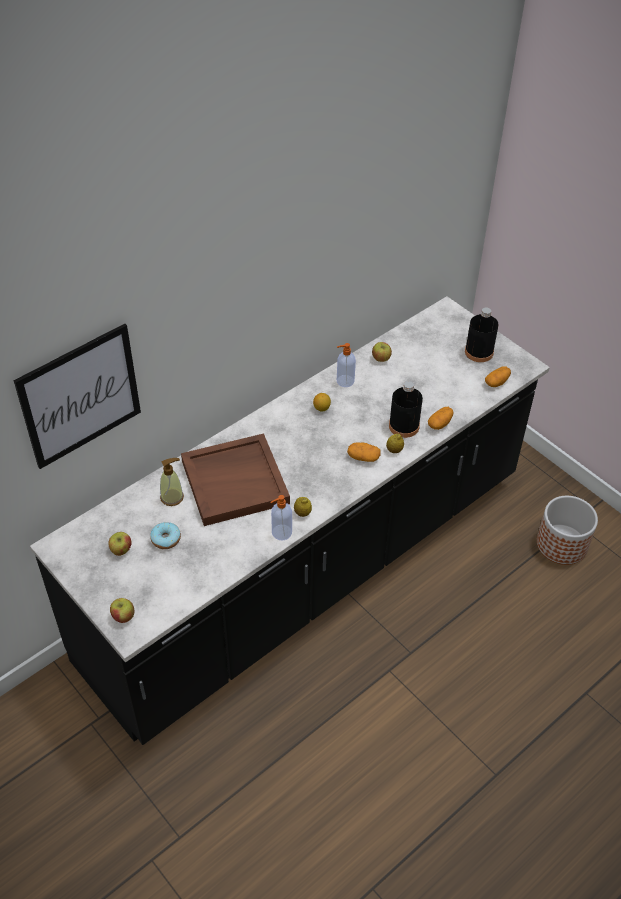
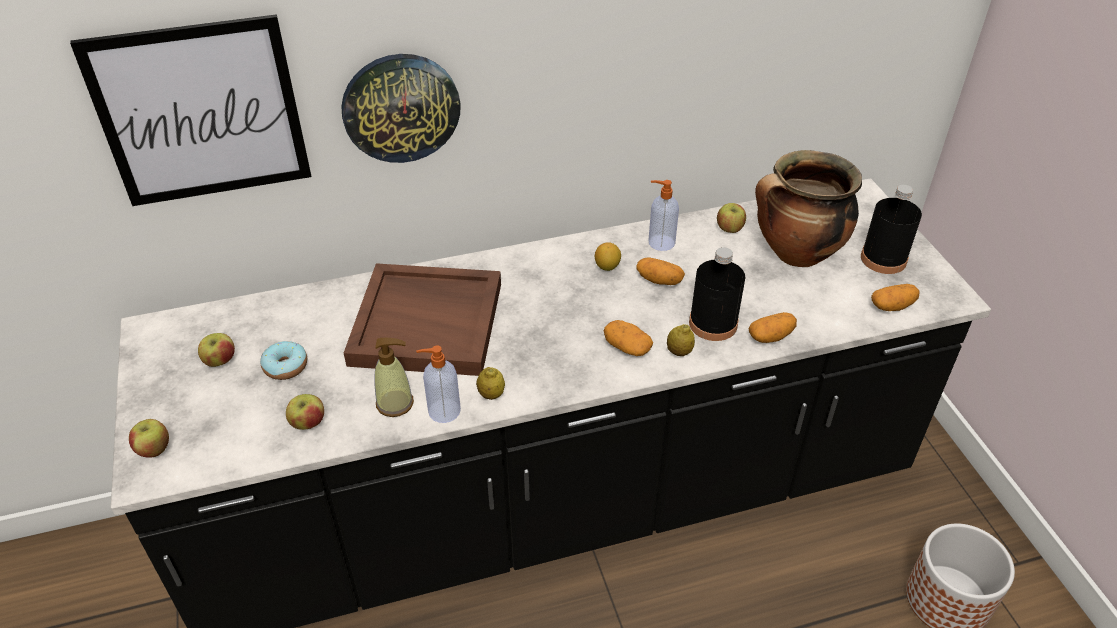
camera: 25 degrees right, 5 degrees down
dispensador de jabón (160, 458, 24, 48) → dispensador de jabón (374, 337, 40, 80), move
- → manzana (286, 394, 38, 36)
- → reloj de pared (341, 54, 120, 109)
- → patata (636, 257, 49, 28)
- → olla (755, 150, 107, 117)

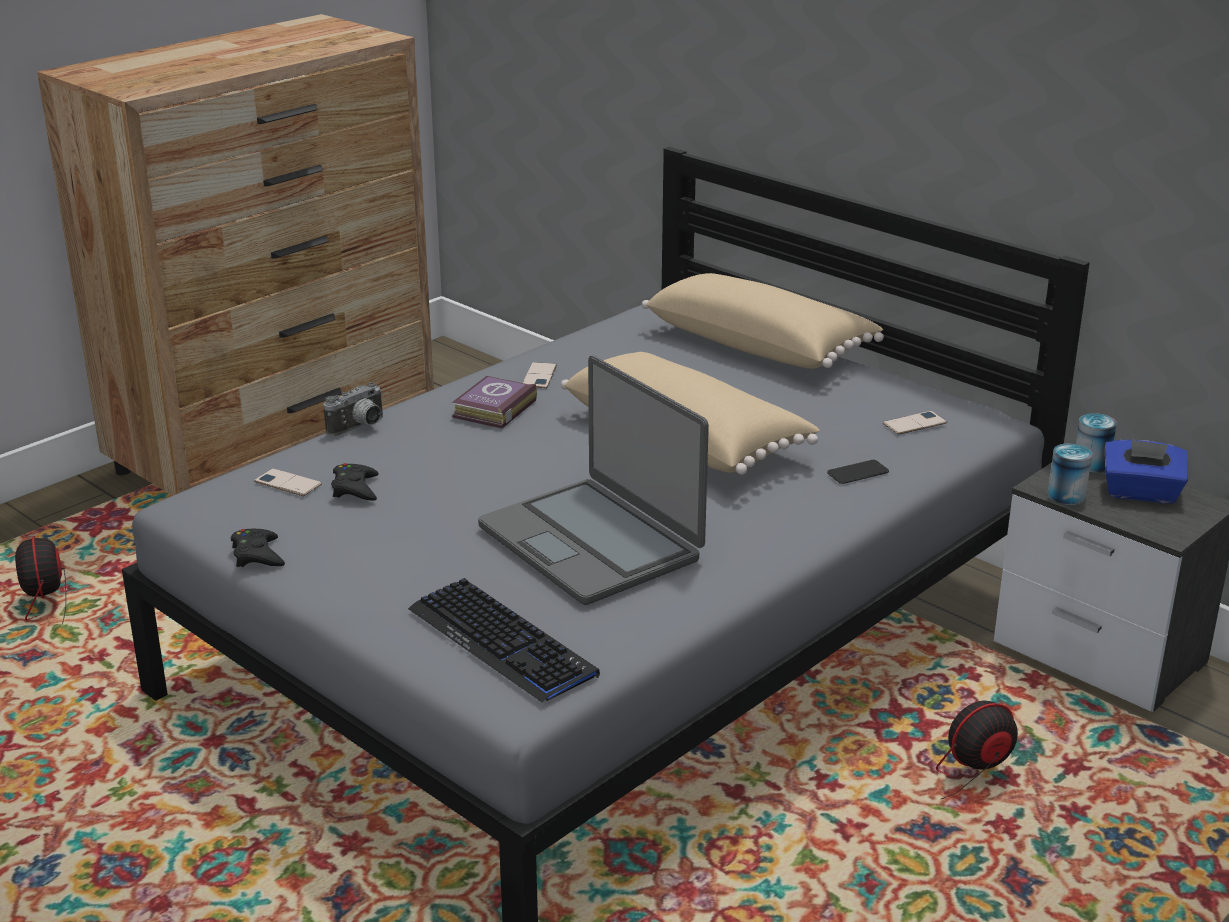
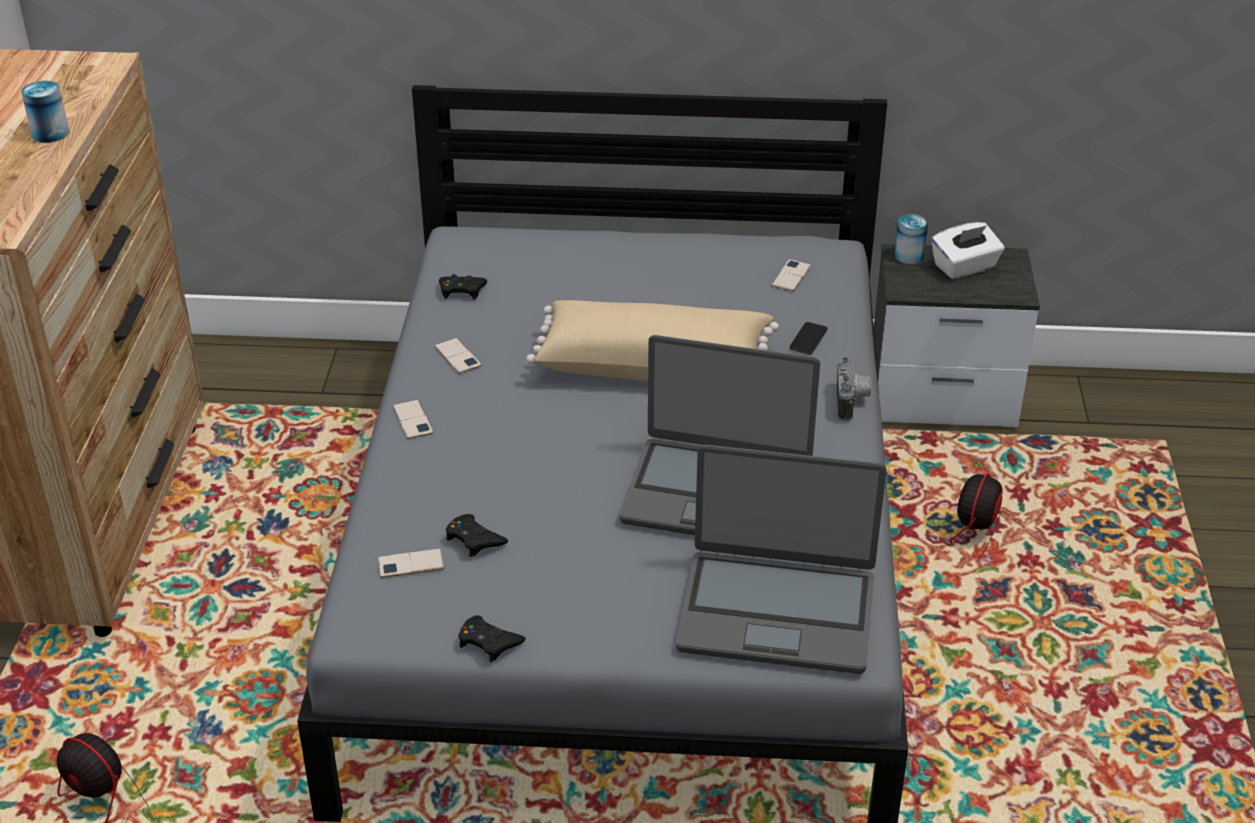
camera: 40 degrees left, 10 degrees up
cámara (323, 382, 60, 54) → cámara (837, 357, 34, 64), move
teclado (408, 578, 192, 124) → portátil (676, 445, 210, 229)
libro (452, 376, 85, 52) → -
cojín (beis) (642, 273, 242, 96) → -
lata (1047, 444, 45, 61) → lata (21, 81, 49, 62), move
caja de pañuelos (azul) (1105, 439, 83, 65) → caja de pañuelos (blanco) (931, 222, 73, 57)
- → móvil (393, 399, 40, 40)
- → mando de consola (negro) (439, 274, 48, 26)

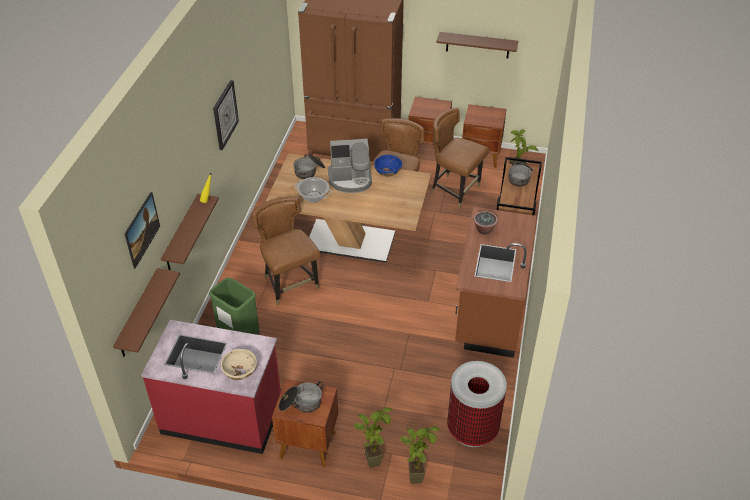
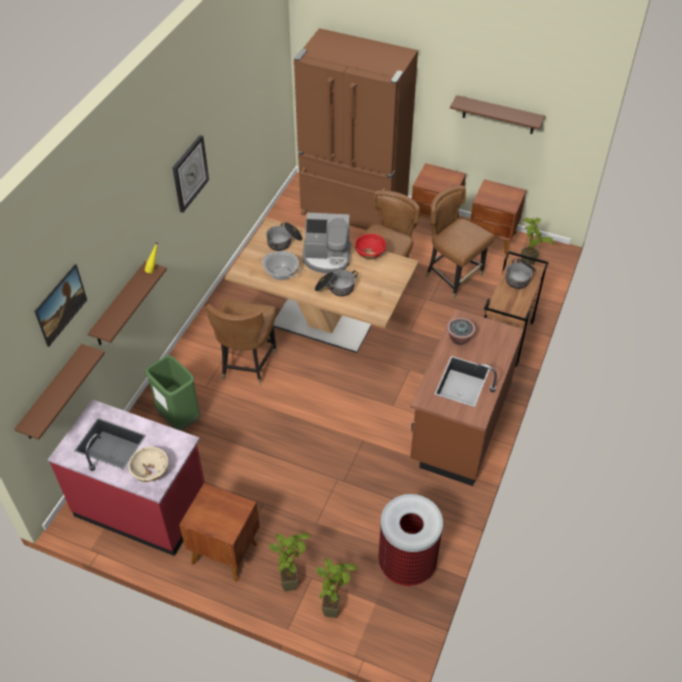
camera: 10 degrees right, 5 degrees up
silla (marrón) (252, 196, 68, 109) → silla (marrón) (206, 300, 71, 85), 150 degrees counterclockwise
olla (279, 381, 45, 32) → olla (315, 270, 43, 26), move
cuenco (azul) (374, 155, 28, 22) → cuenco (rojo) (355, 234, 31, 25)

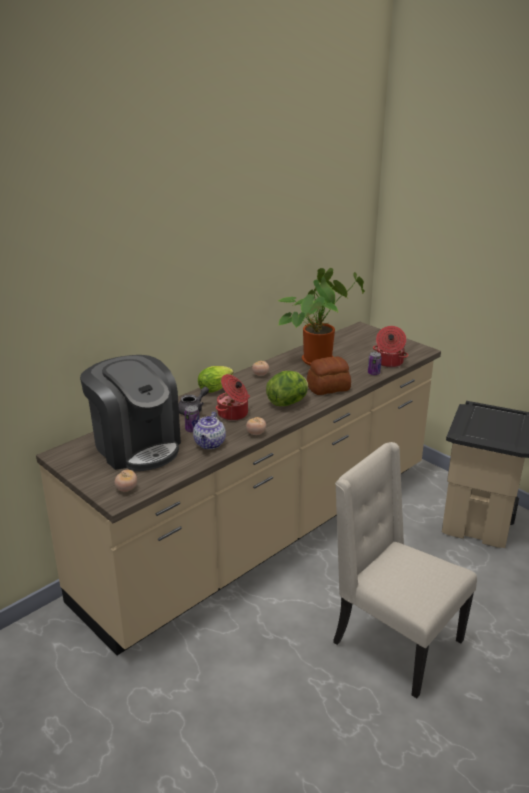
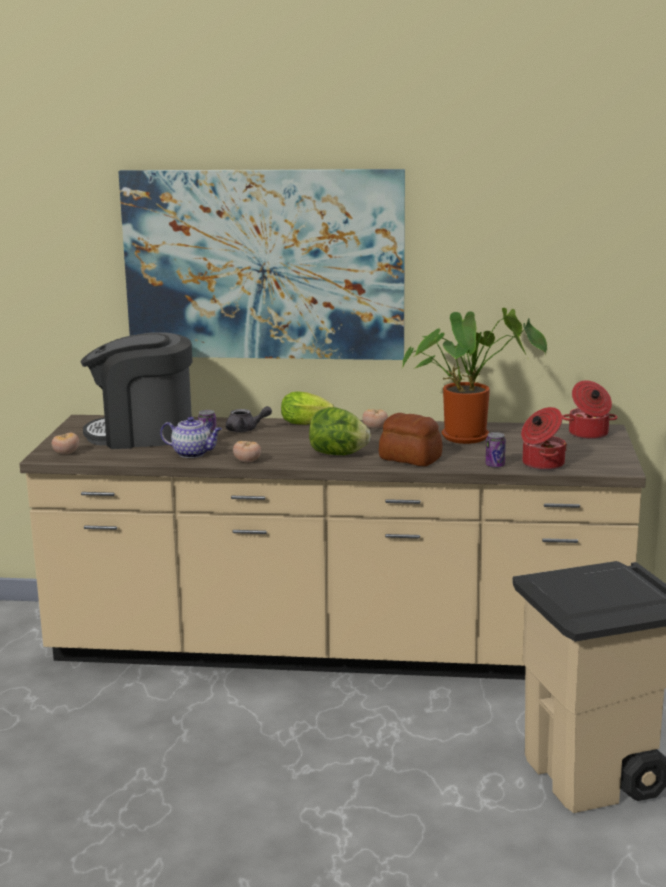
camera: 50 degrees right, 10 degrees down
cafetera (80, 355, 101, 116) → cafetera (81, 332, 112, 117), 75 degrees clockwise
tetera (193, 412, 33, 37) → tetera (160, 416, 62, 42), 135 degrees counterclockwise
olla (216, 374, 34, 47) → olla (562, 380, 56, 59), move
silla (beis) (333, 442, 144, 256) → -
- → cuadro (118, 169, 287, 191)

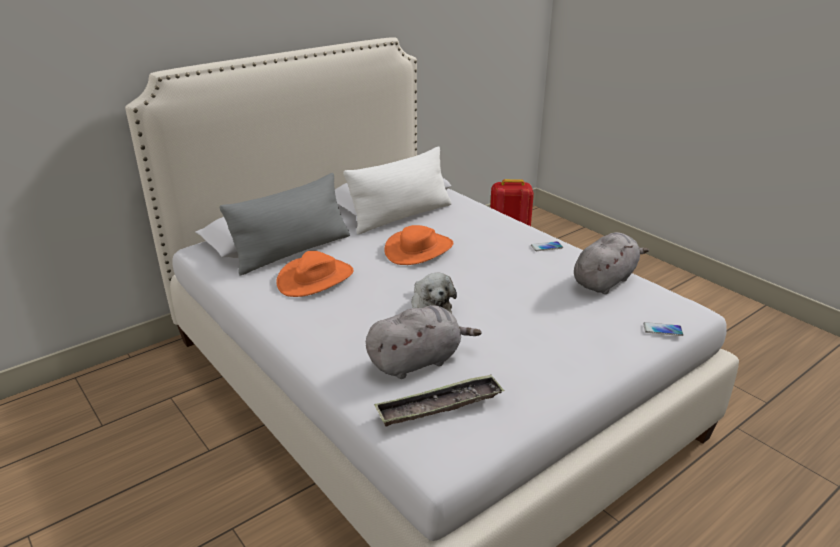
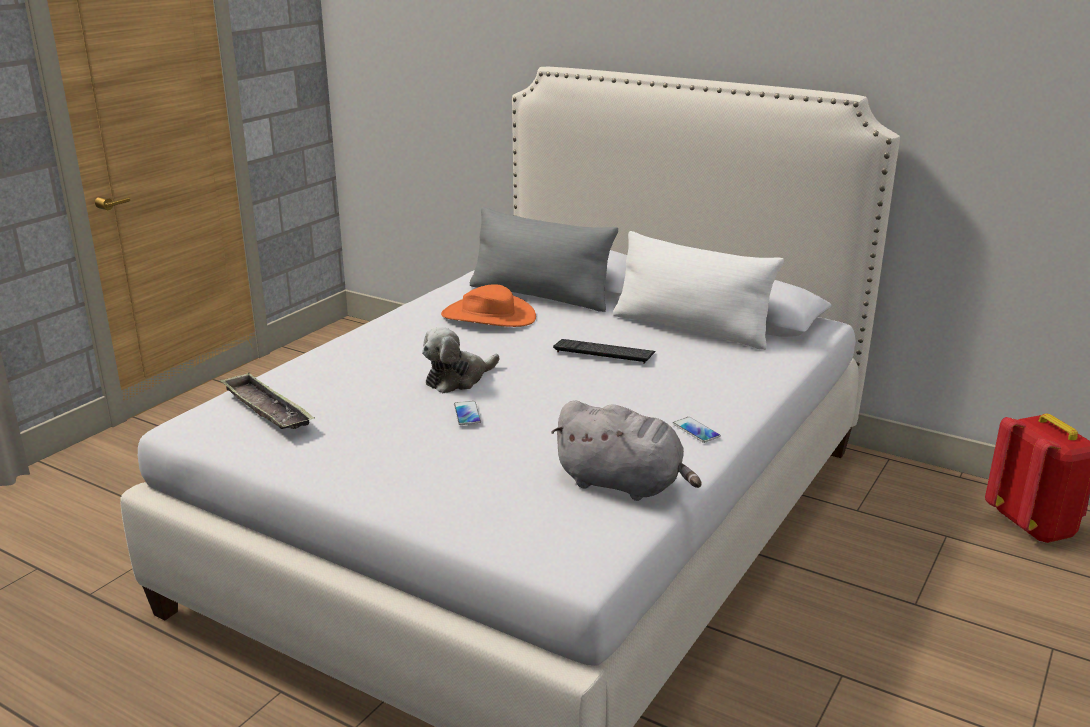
camera: 70 degrees right, 5 degrees down
peluche (gris) (366, 305, 116, 74) → -
sombrero (naranja) (384, 225, 69, 40) → teclado (553, 339, 103, 25)
móvil (643, 322, 40, 14) → móvil (454, 401, 27, 24), move

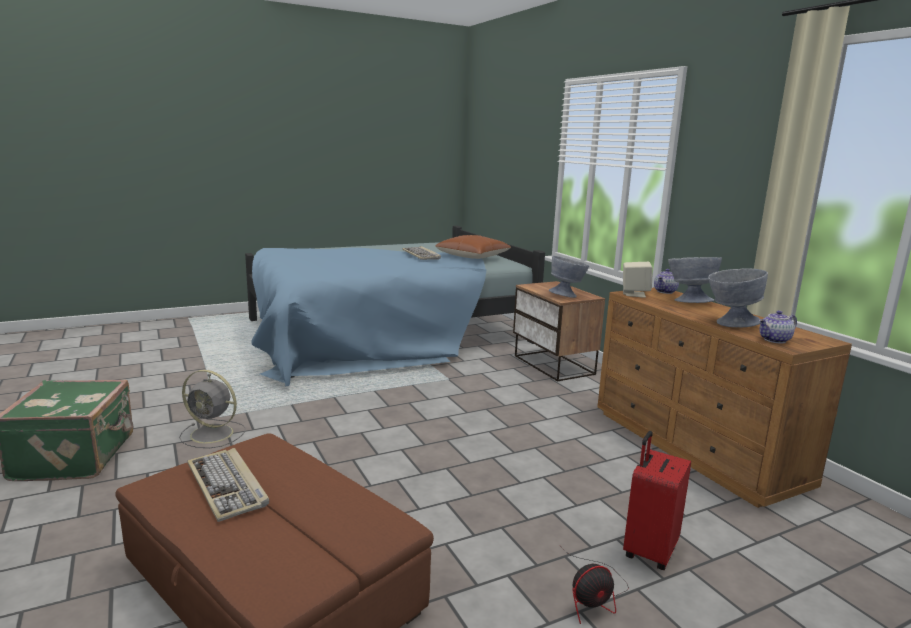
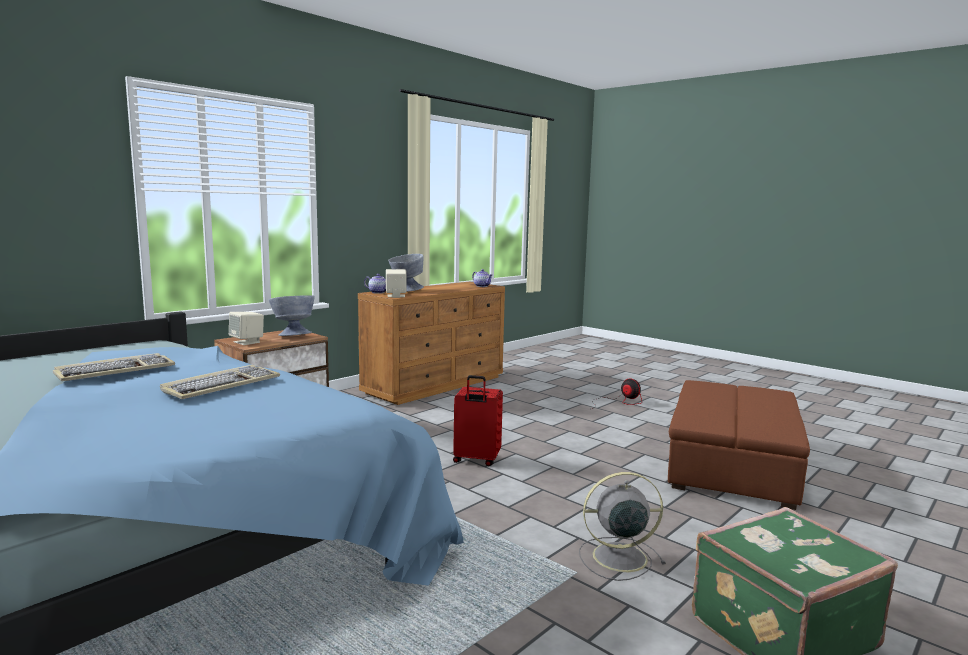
camera: 110 degrees left, 5 degrees down
ventilador (gris) (179, 370, 66, 78) → ventilador (gris) (579, 472, 87, 109), 90 degrees counterclockwise
teclado (187, 448, 82, 74) → teclado (160, 365, 120, 34), move
cojín (marrón) (435, 235, 76, 24) → -
maleta (rojo) (623, 431, 68, 139) → maleta (rojo) (453, 375, 50, 91), move
cuenco (gris) (708, 268, 60, 59) → -
- → altavoz (beis) (229, 312, 35, 33)

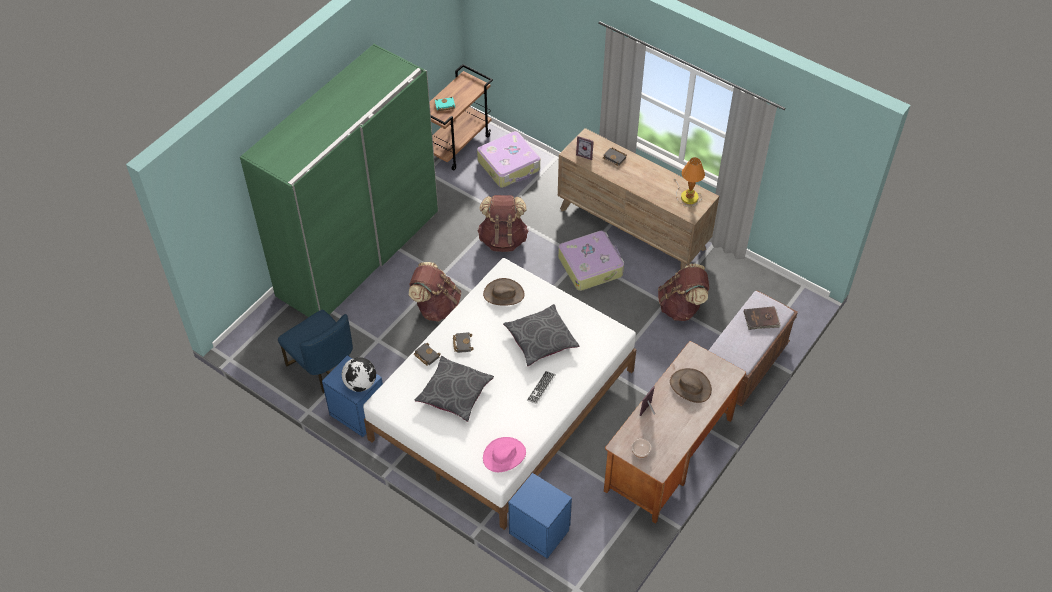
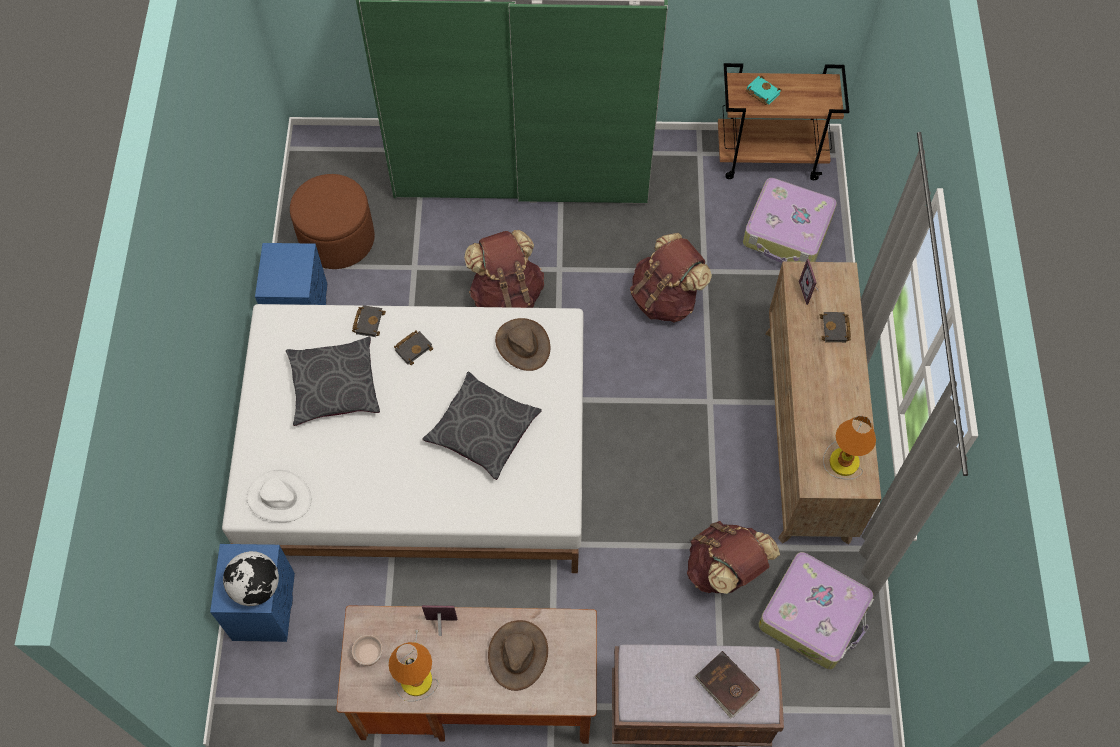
camera: 55 degrees right, 10 degrees up
silla (azul) (278, 310, 75, 83) → puf (marrón) (290, 174, 85, 95)
globo terráqueo (342, 357, 34, 35) → globo terráqueo (223, 551, 56, 55), move
sombrero (rosa) (483, 437, 43, 35) → sombrero (blanco) (247, 469, 64, 53)
teclado (527, 371, 29, 33) → -
maleta (558, 231, 66, 60) → maleta (758, 552, 116, 117), move
- → lámpara de mesa (389, 630, 50, 72)

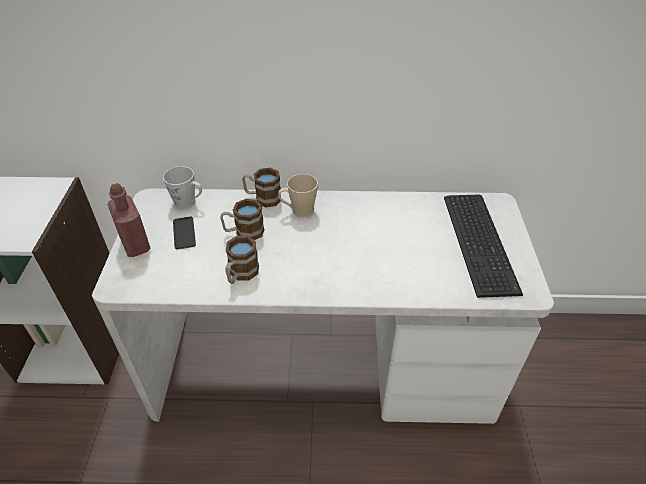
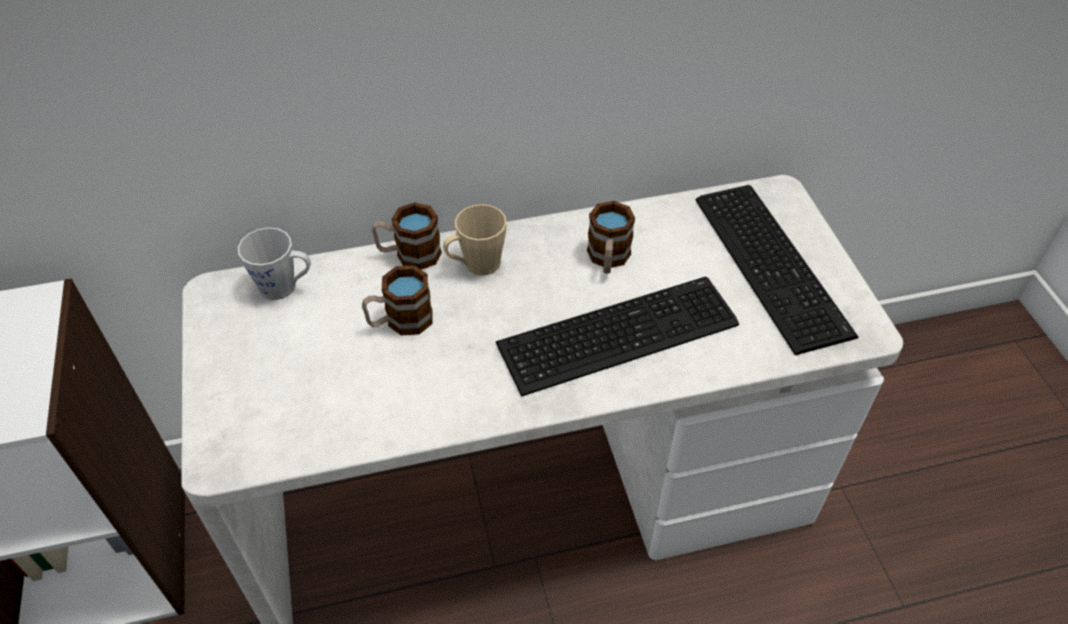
camera: 15 degrees left, 5 degrees up
botella (rojo) (107, 183, 44, 74) → -
móvil (173, 217, 23, 32) → -
taza grande (225, 236, 34, 48) → taza grande (587, 201, 48, 73), move
- → teclado (496, 277, 243, 120)

